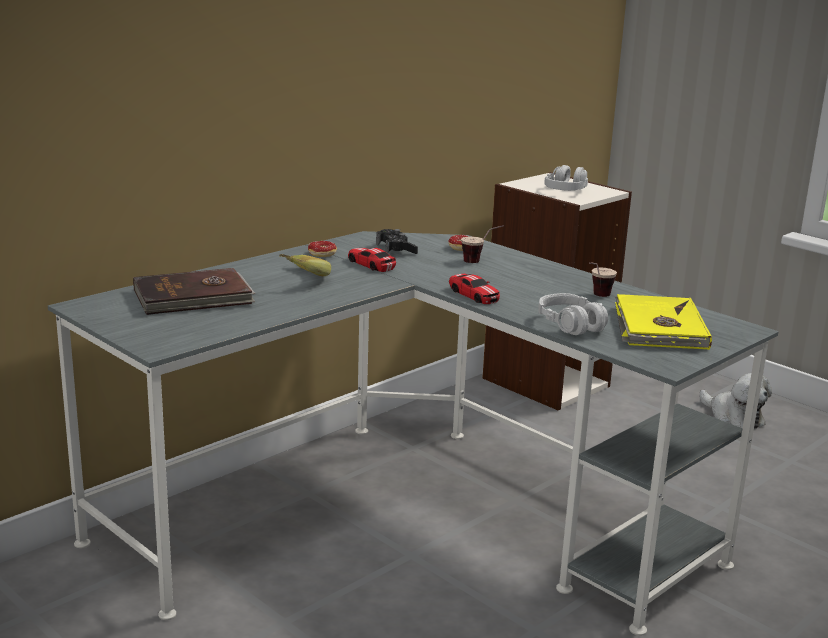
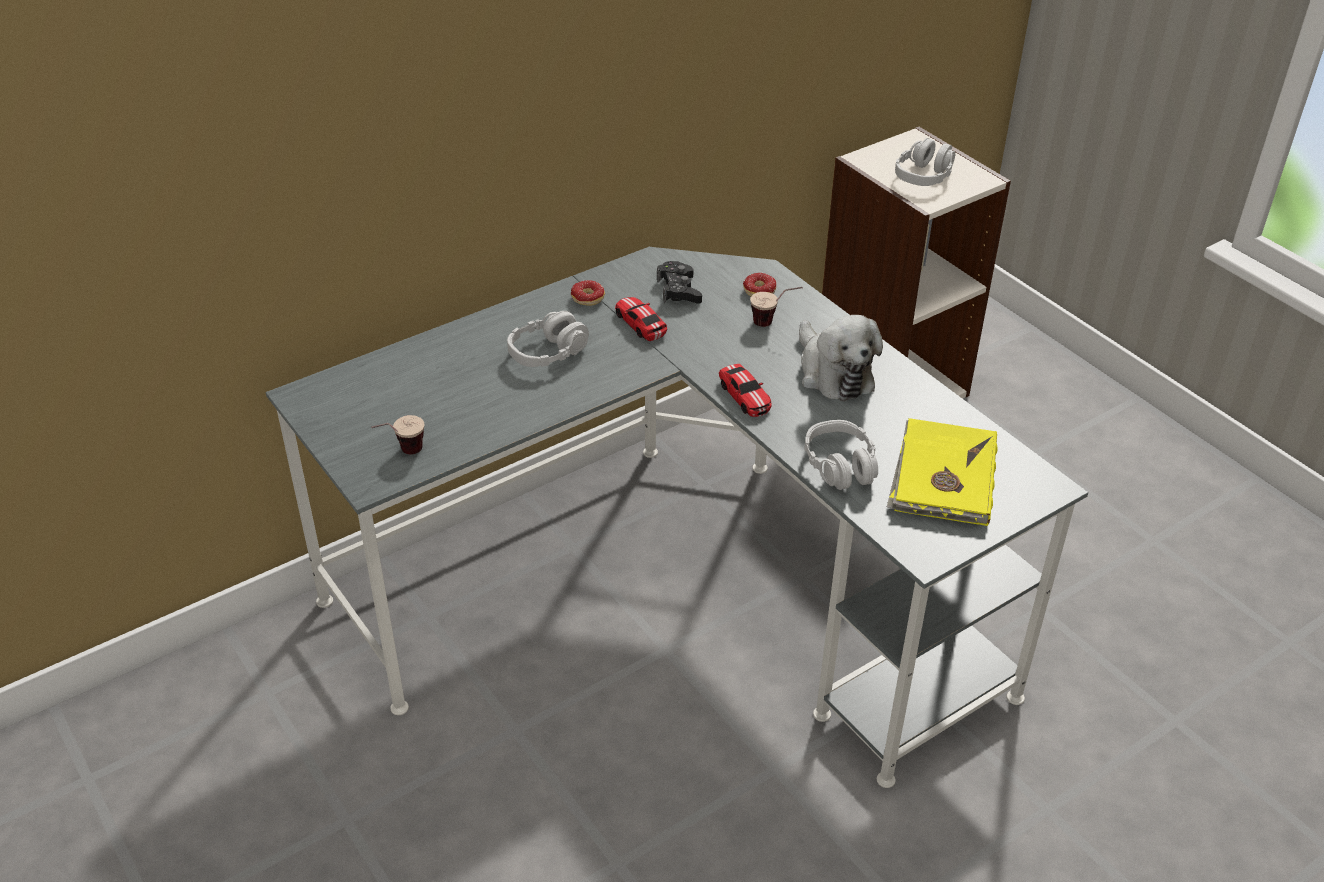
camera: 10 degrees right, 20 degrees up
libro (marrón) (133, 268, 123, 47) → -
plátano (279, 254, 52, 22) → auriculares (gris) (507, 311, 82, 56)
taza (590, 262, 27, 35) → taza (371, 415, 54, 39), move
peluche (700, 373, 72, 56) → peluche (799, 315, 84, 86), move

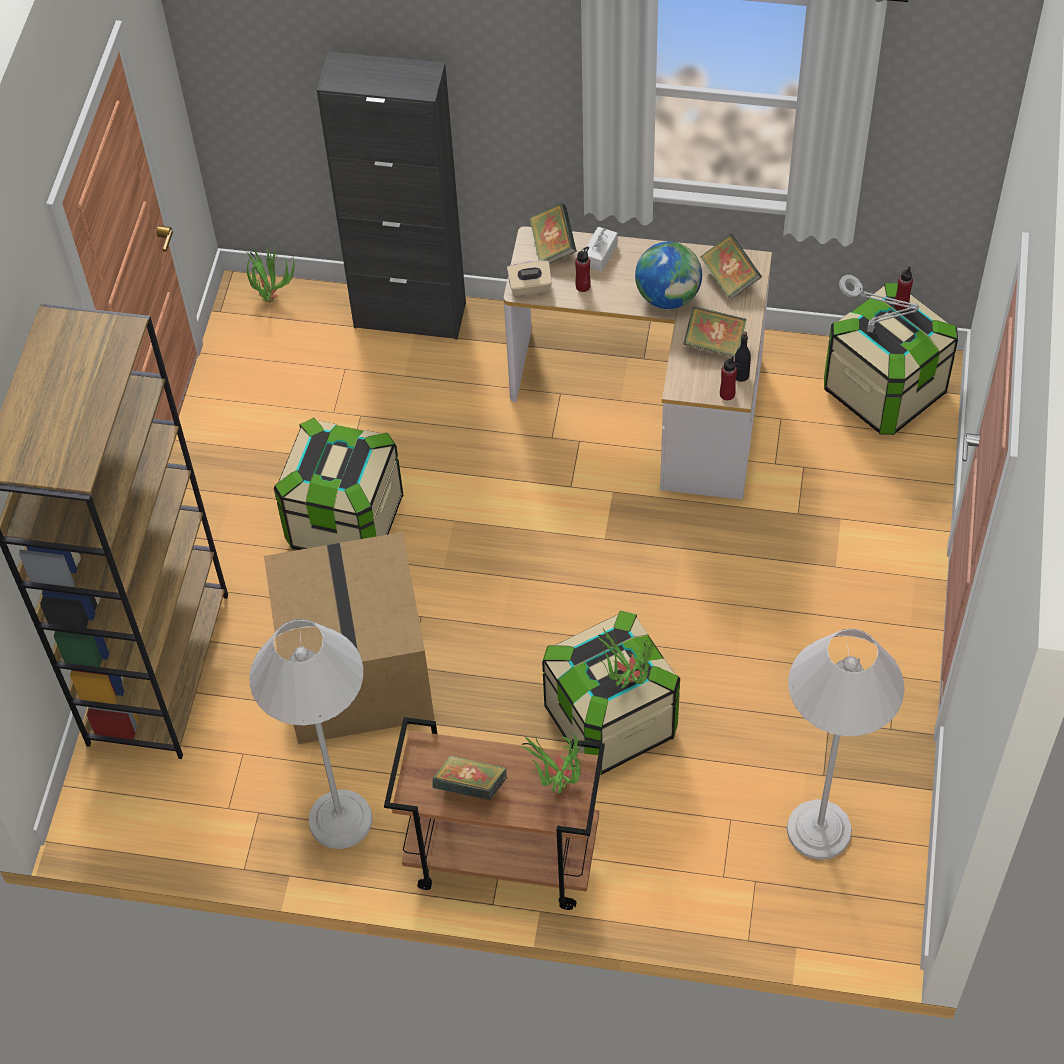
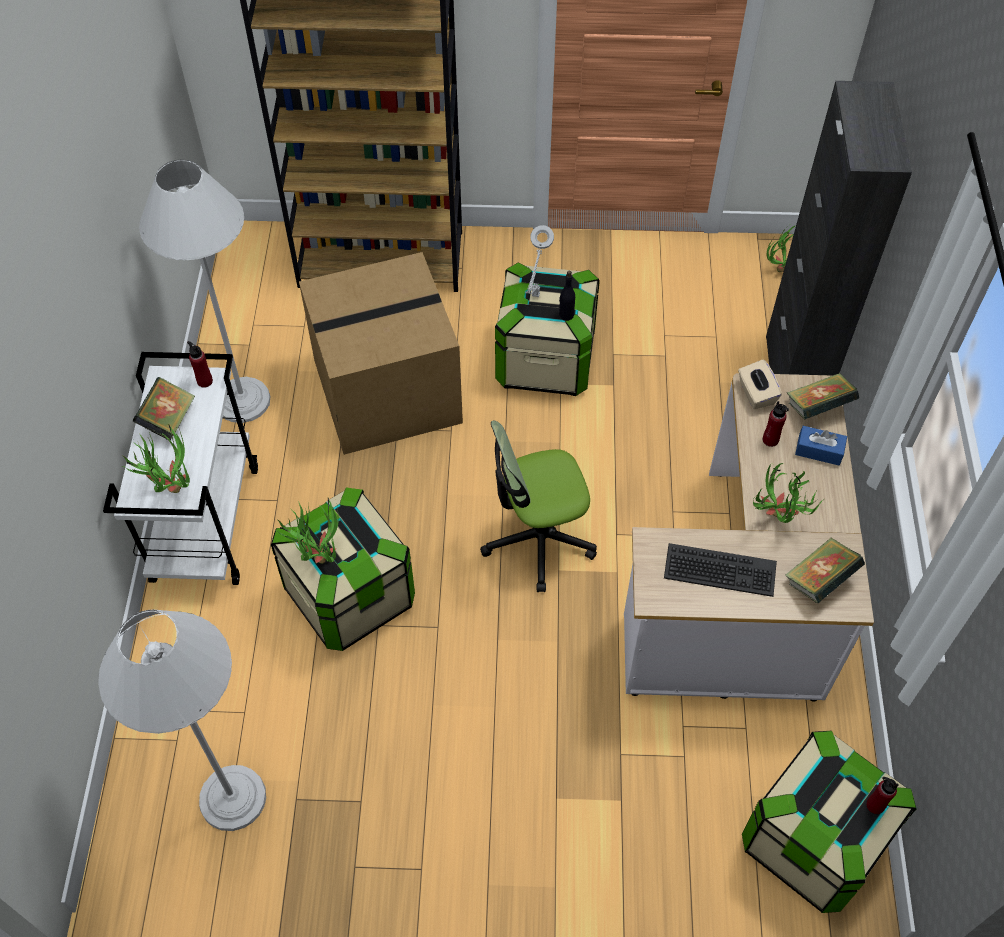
camera: 80 degrees right, 0 degrees up
carrito (marrón) (384, 717, 221, 193) → carrito (blanco) (103, 352, 155, 233)
caja de pañuelos (blanco) (585, 227, 33, 45) → caja de pañuelos (azul) (795, 426, 52, 39)
globo terráqueo (635, 242, 67, 67) → planta en maceta (753, 463, 70, 60)
libro (683, 306, 64, 51) → teclado (664, 543, 113, 54)
botella (rojo) (720, 356, 17, 44) → botella (rojo) (187, 341, 26, 47), move
botella (negro) (734, 331, 17, 51) → botella (negro) (559, 271, 16, 50), move
lámpara de mesa (gris) (839, 275, 80, 58) → lámpara de mesa (gris) (525, 225, 29, 72), move
- → silla de oficina (480, 420, 117, 172)

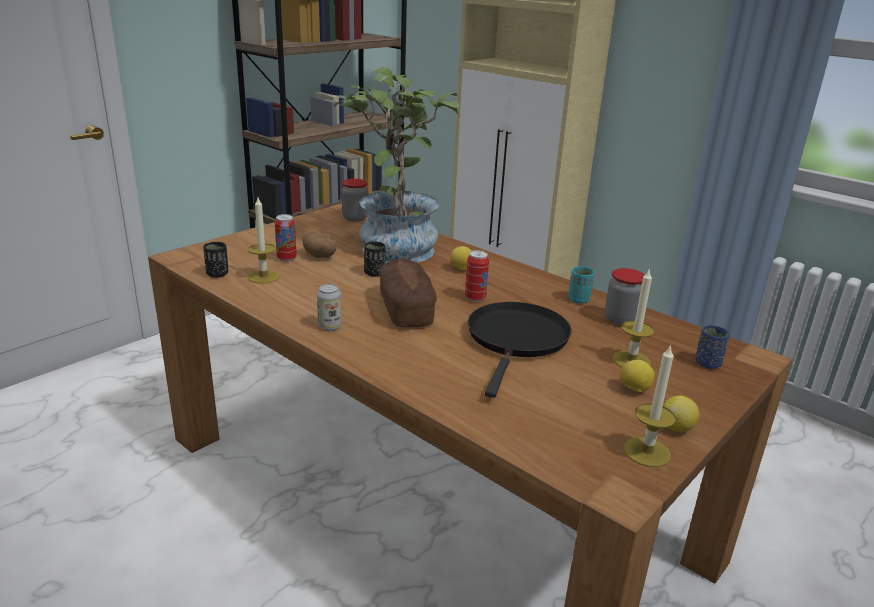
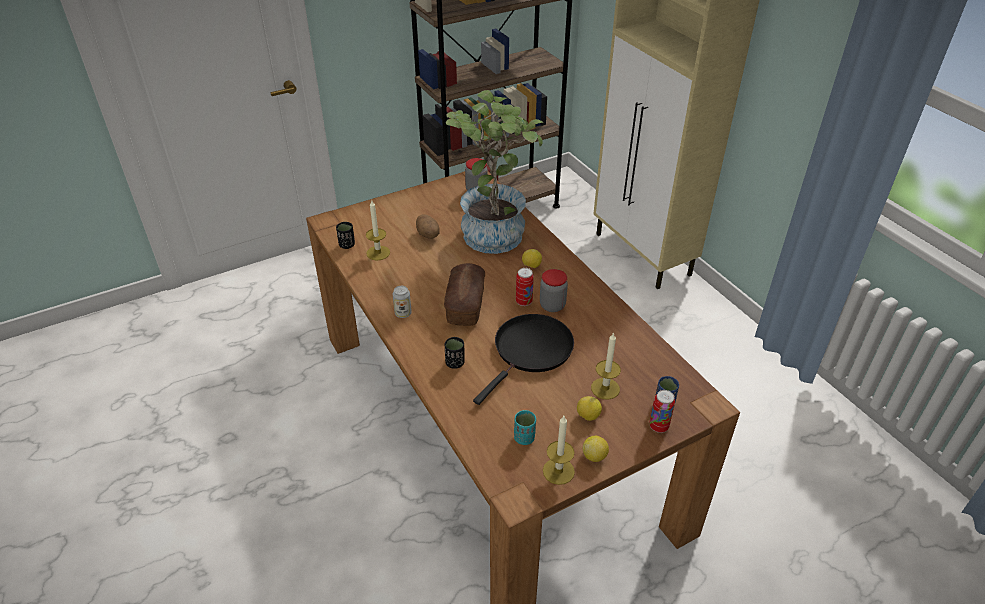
camera: 20 degrees right, 15 degrees up
lata (275, 214, 22, 48) → lata (649, 390, 26, 43), move
taza (negro) (364, 242, 22, 35) → taza (negro) (445, 337, 20, 32), move
taza (turquesa) (568, 267, 26, 37) → taza (turquesa) (514, 410, 22, 35), move
tarro (605, 268, 39, 58) → tarro (540, 269, 28, 43), move

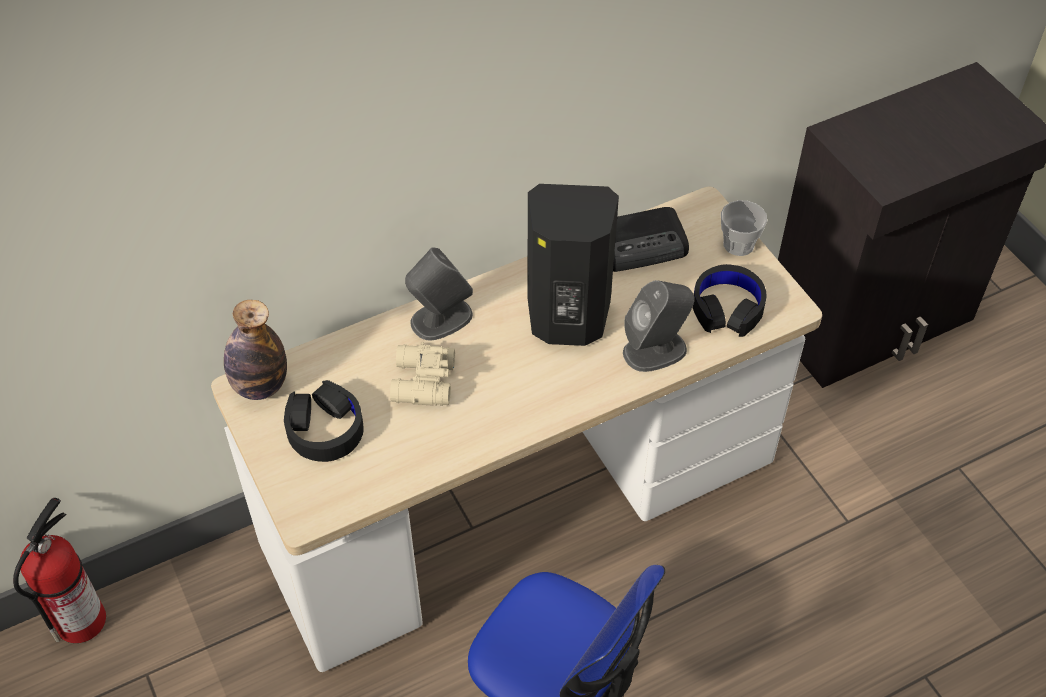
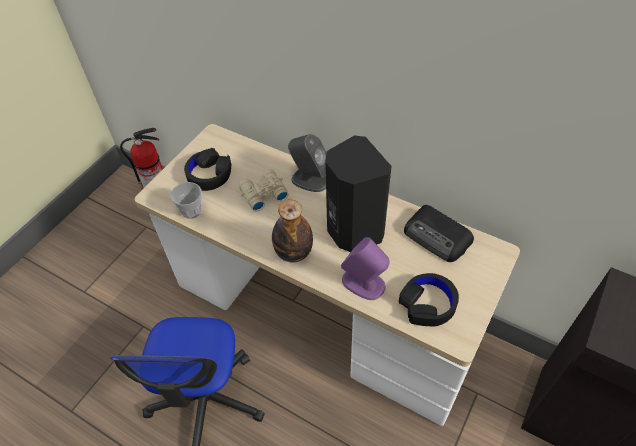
camera: 60 degrees right, 0 degrees up
botella (224, 300, 63, 100) → botella (272, 199, 41, 64), move
altavoz (gris) (623, 280, 72, 92) → altavoz (morado) (341, 237, 48, 63)
taza (721, 200, 46, 56) → taza (171, 182, 31, 37), move

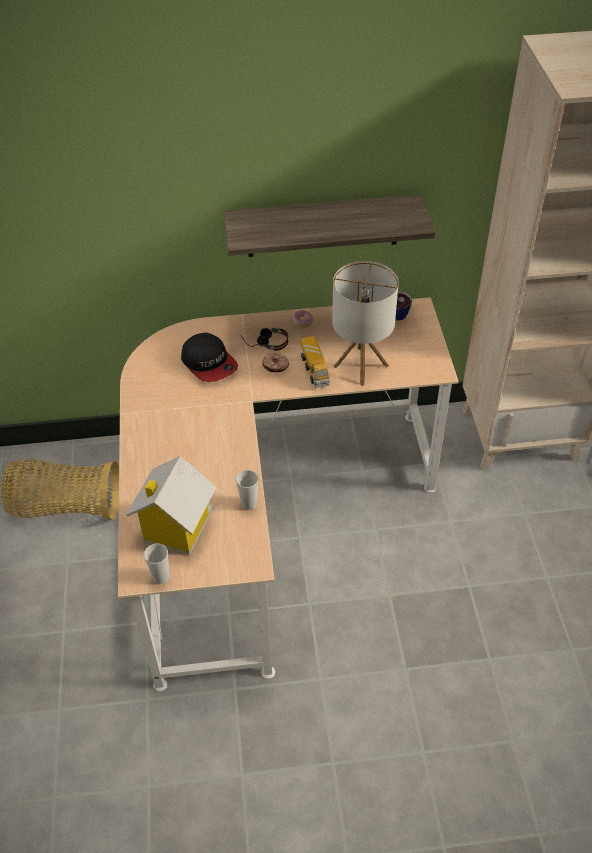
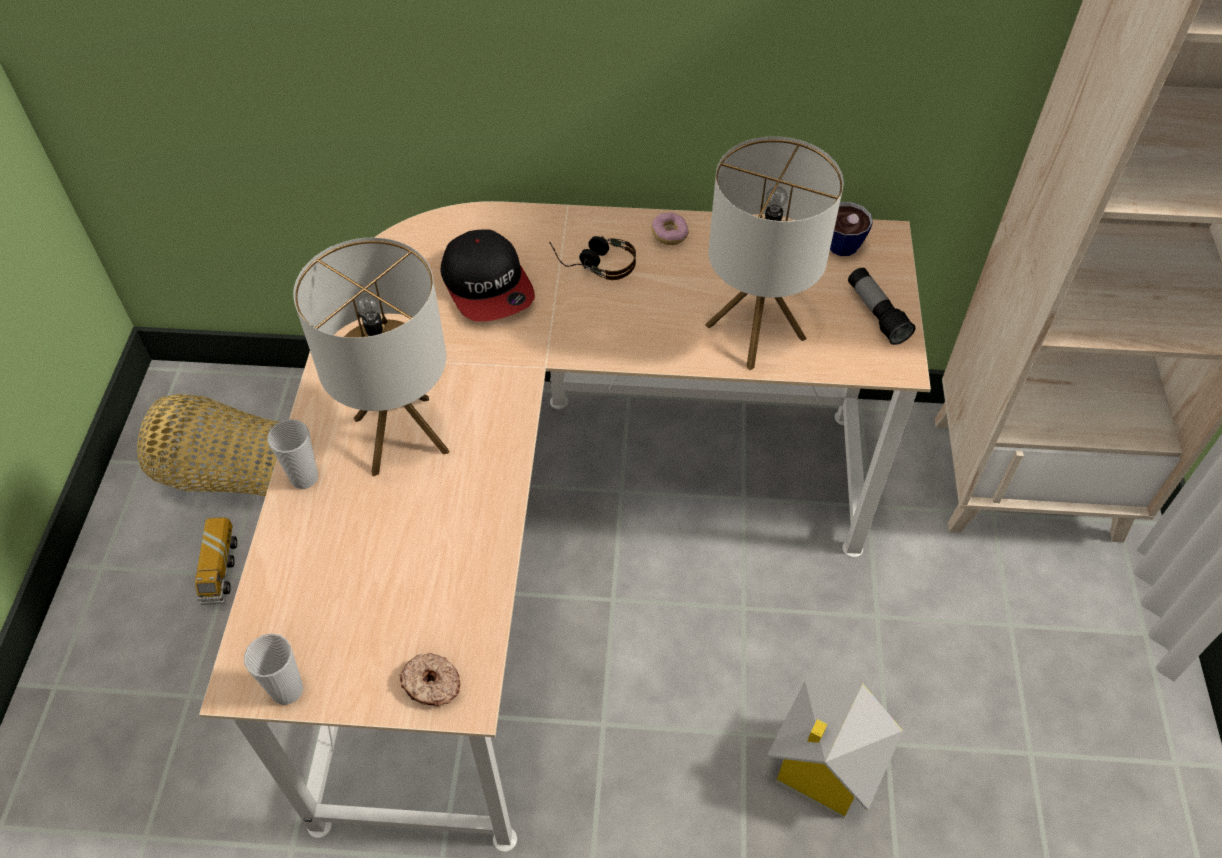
camera: 10 degrees right, 5 degrees up
casita (126, 456, 90, 99) → casita (767, 681, 136, 138), move
estante (224, 195, 211, 62) → -
taza (236, 470, 23, 40) → taza (267, 419, 51, 70), move
rosquilla (262, 353, 27, 19) → rosquilla (399, 653, 61, 53), move
camión de juguete (301, 336, 29, 52) → camión de juguete (195, 517, 42, 88), move
- → lámpara de mesa (293, 238, 156, 238)
- → linterna (848, 268, 67, 77)

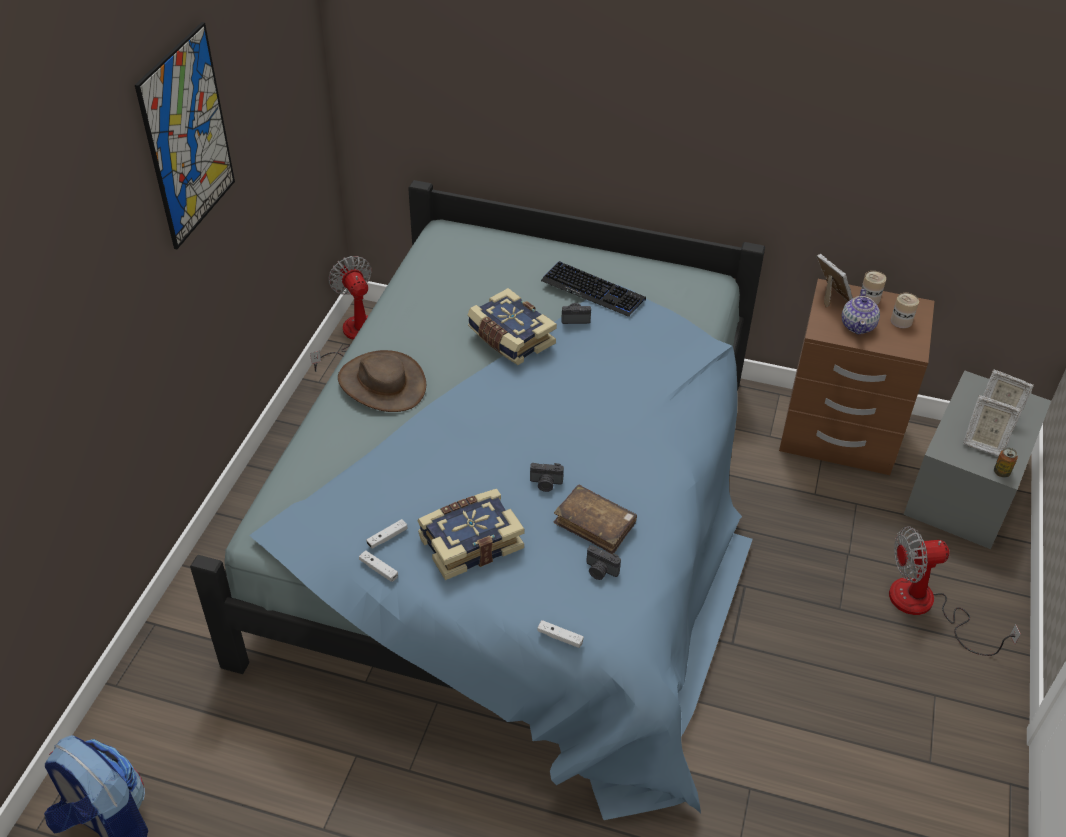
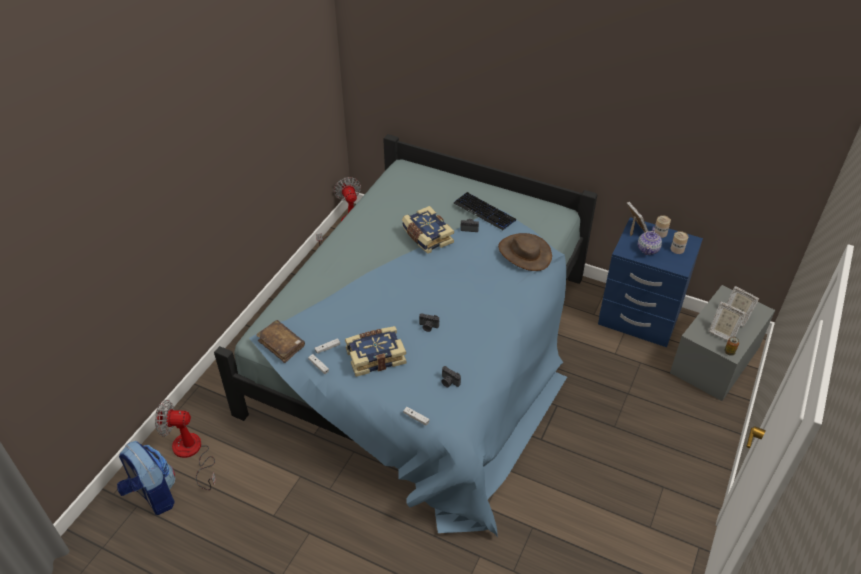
camera: 10 degrees right, 0 degrees up
cuadro (135, 22, 100, 227) → -
sombrero (marrón) (338, 350, 88, 62) → sombrero (marrón) (498, 233, 54, 38), move
libro (marrón) (554, 485, 83, 69) → libro (marrón) (256, 320, 49, 43), move
mesita de noche (marrón) (779, 279, 156, 196) → mesita de noche (azul) (598, 217, 105, 130)
ventilador (889, 526, 132, 130) → ventilador (155, 400, 61, 90), move

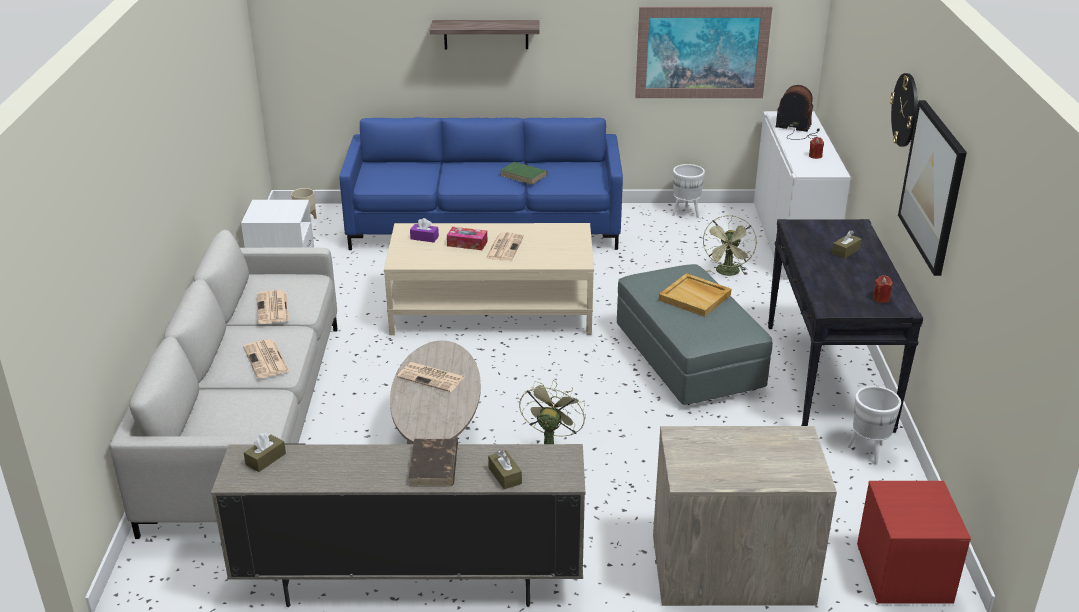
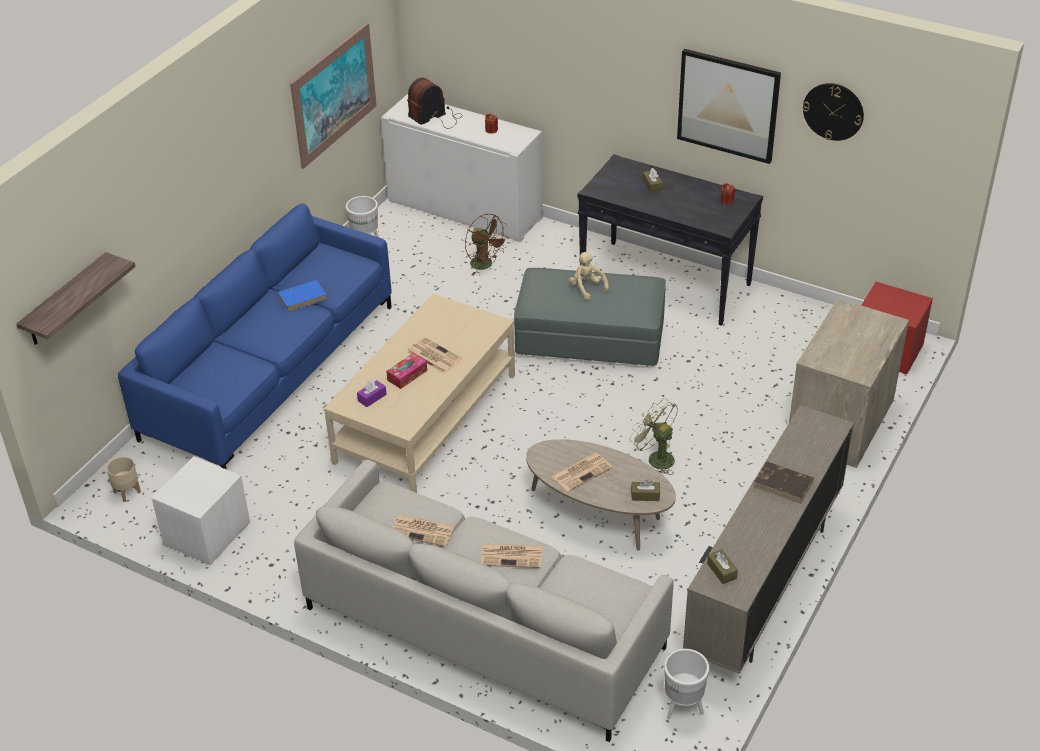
camera: 60 degrees left, 10 degrees up
estante (430, 20, 109, 29) → estante (17, 252, 119, 93), move
caja de pañuelos (marrón) (488, 450, 34, 39) → caja de pañuelos (marrón) (631, 480, 29, 21), move
libro (verde) (500, 162, 47, 23) → libro (azul) (277, 280, 50, 32)
bandeja (beis) (659, 273, 72, 44) → peluche (beis) (569, 252, 40, 48)
ventilador (verde) (702, 215, 55, 61) → ventilador (marrón) (465, 214, 44, 61)
maceta (blanco) (847, 386, 54, 79) → maceta (blanco) (664, 649, 45, 70), move
reloj de pared (890, 73, 28, 74) → reloj de pared (803, 83, 61, 58), move

